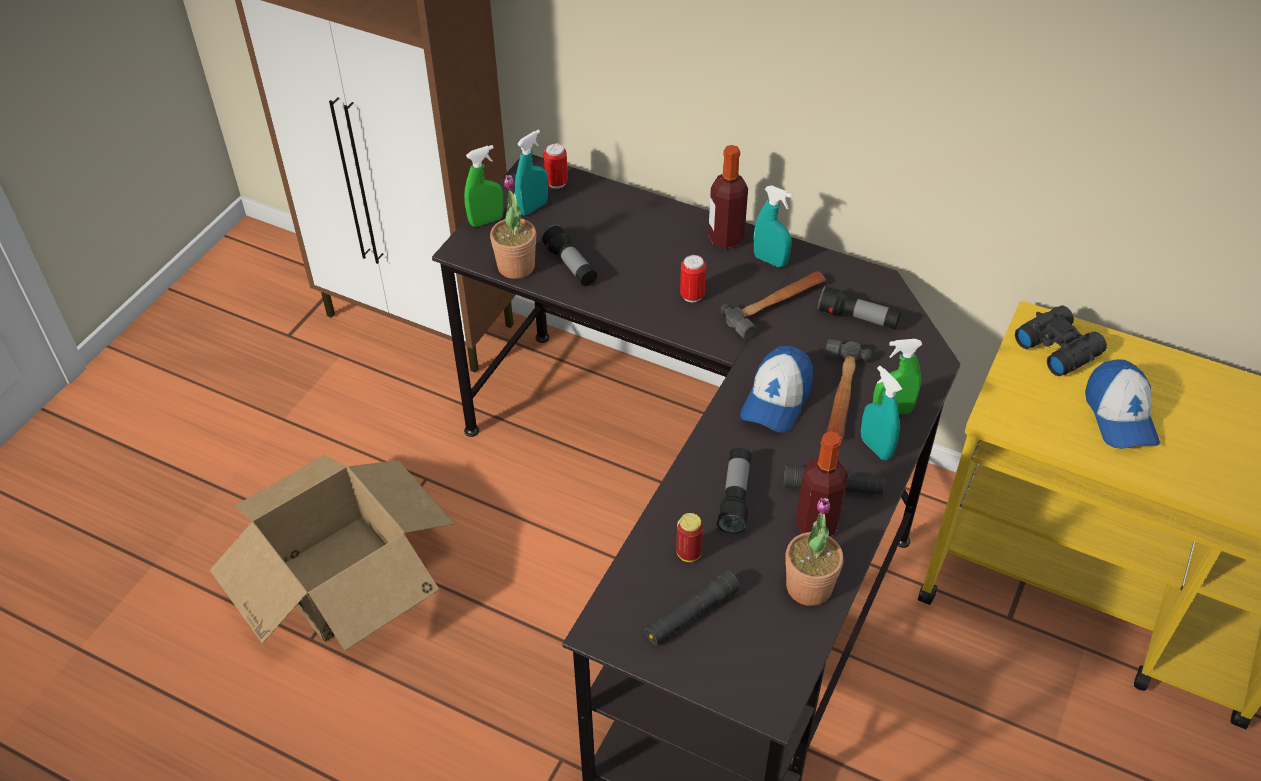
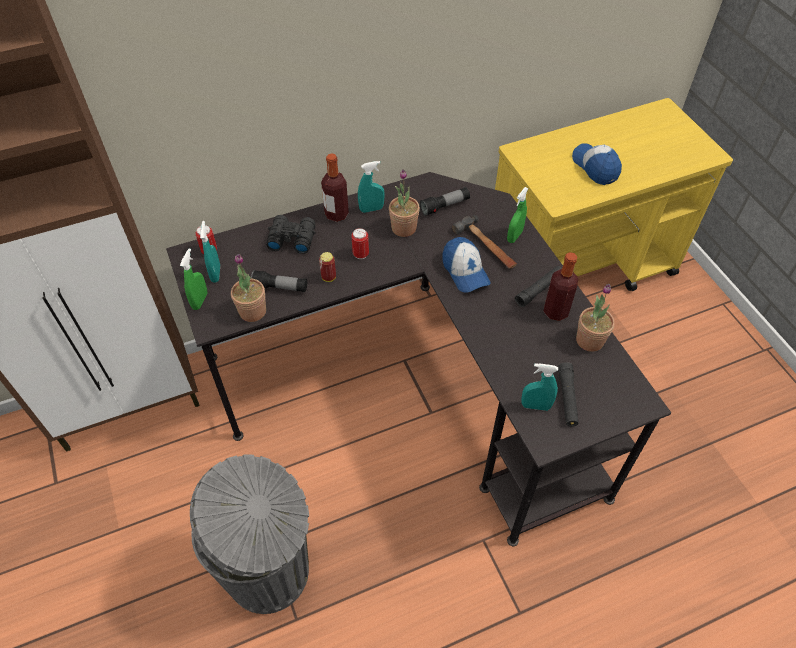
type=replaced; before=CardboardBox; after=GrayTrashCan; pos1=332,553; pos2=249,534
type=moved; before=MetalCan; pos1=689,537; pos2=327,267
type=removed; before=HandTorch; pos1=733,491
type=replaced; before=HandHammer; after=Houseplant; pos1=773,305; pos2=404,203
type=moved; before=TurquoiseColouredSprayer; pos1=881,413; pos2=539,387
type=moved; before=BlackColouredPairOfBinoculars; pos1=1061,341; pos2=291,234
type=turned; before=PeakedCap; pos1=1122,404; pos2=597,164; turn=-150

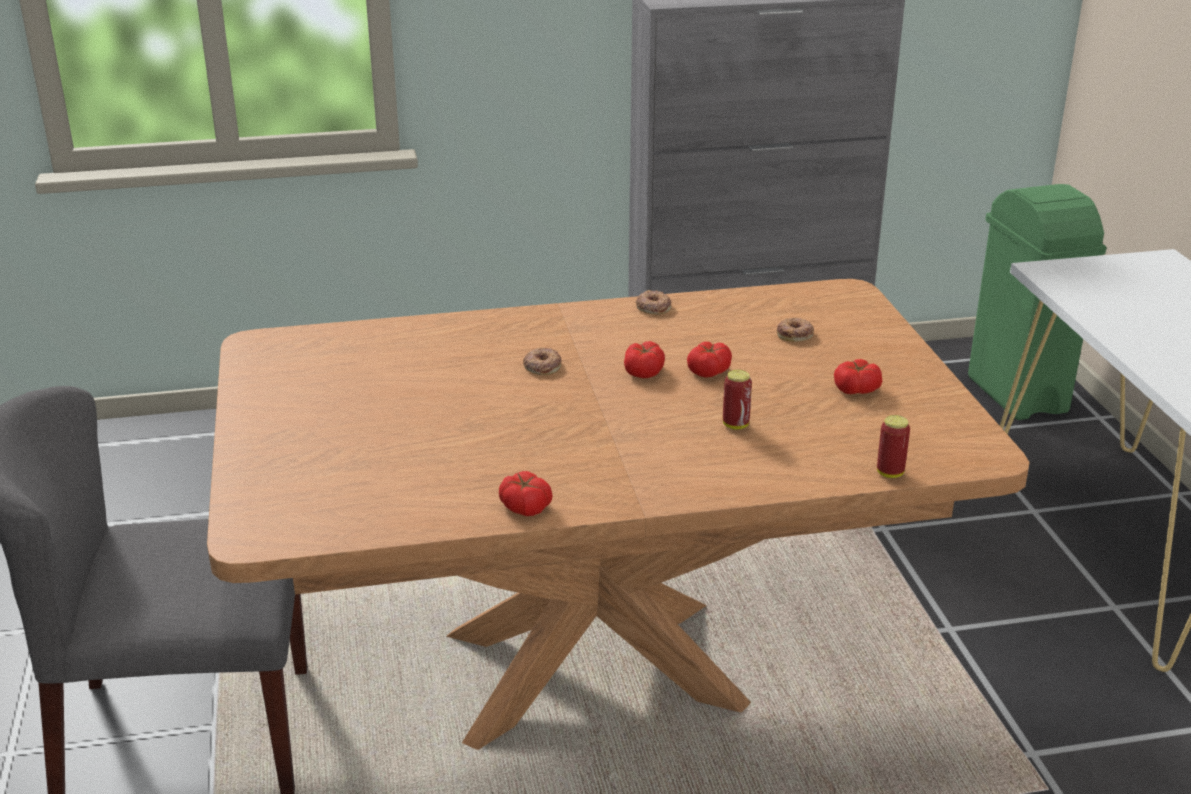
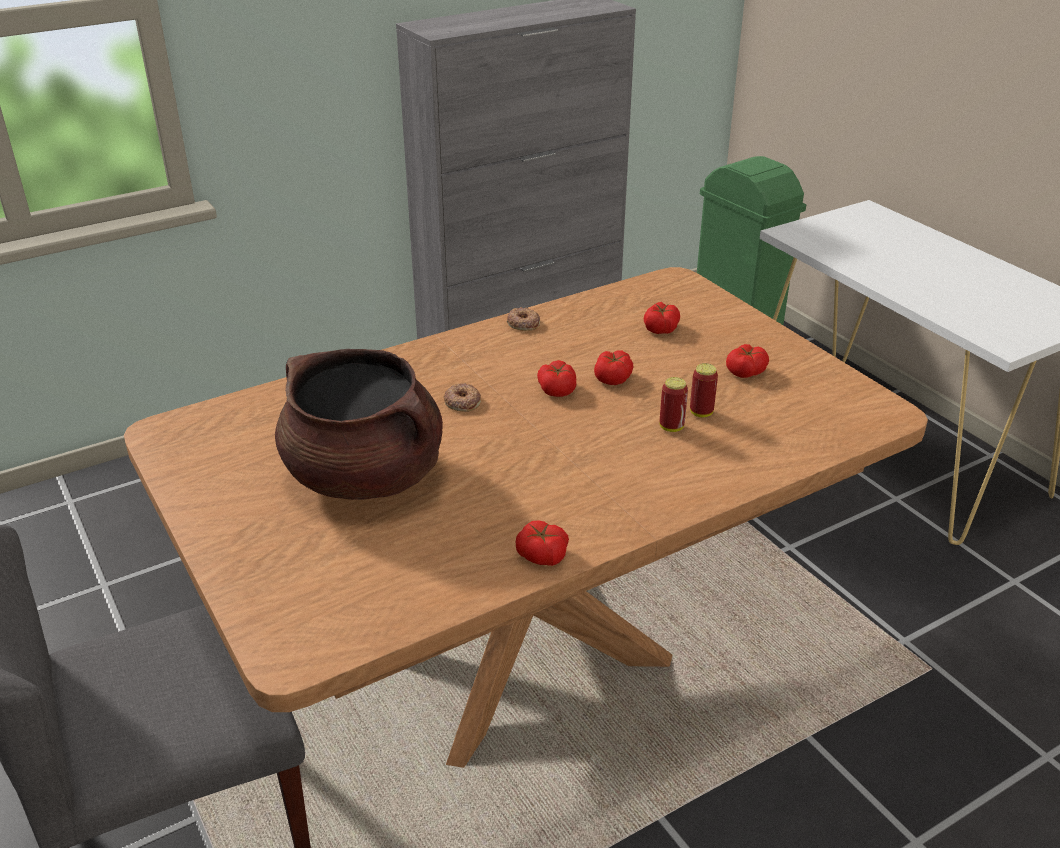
type=replaced; before=Doughnut; after=FreshTomato; pos1=795,330; pos2=662,318
type=moved; before=MetalCan; pos1=893,446; pos2=704,390
type=added; after=BrownishSaucepot; pos2=359,424

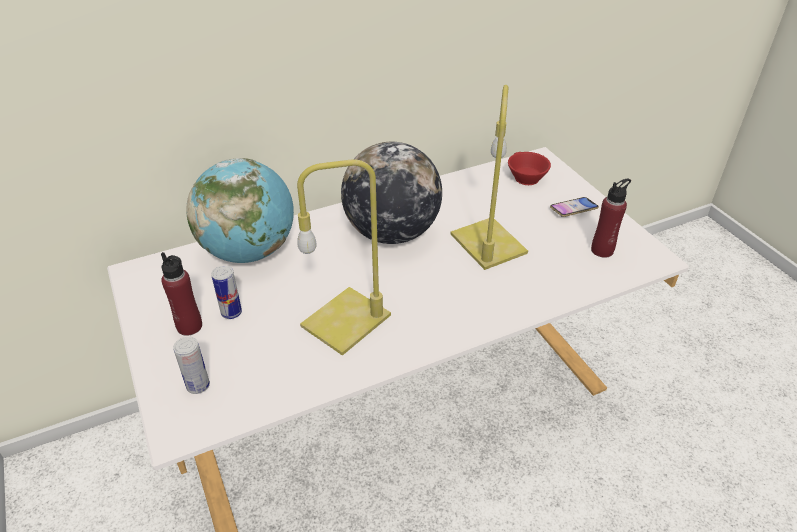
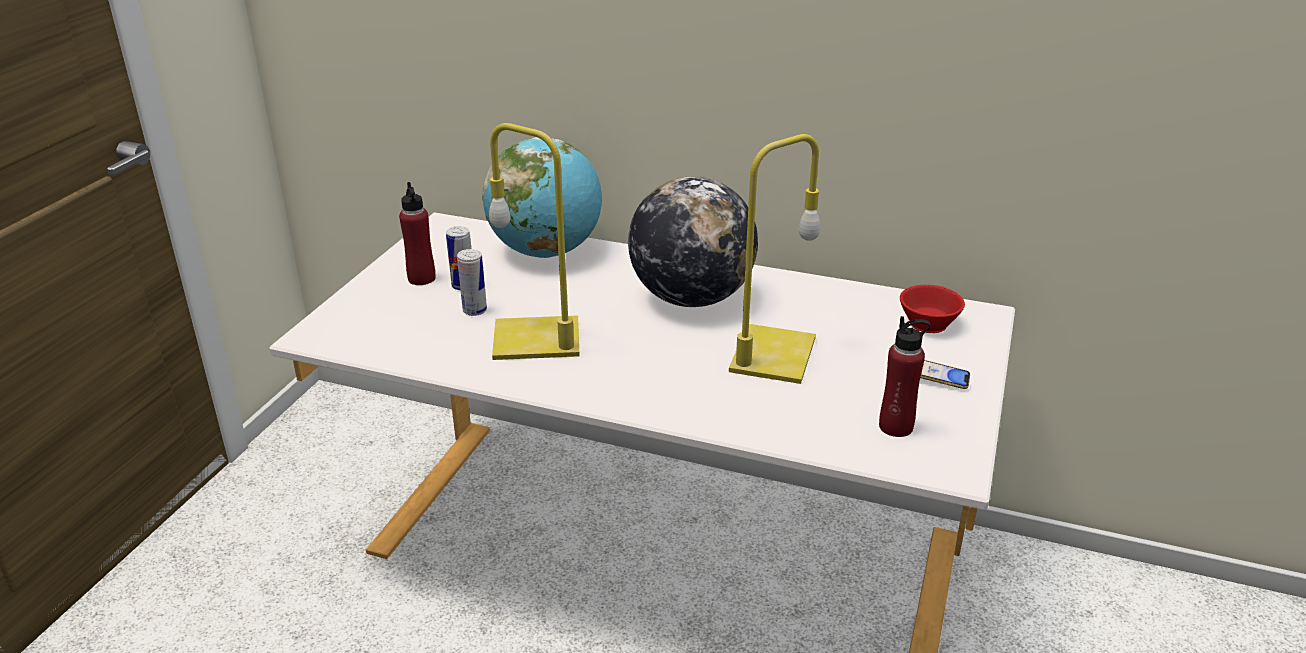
type=moved; before=MetalCan; pos1=191,365; pos2=472,282

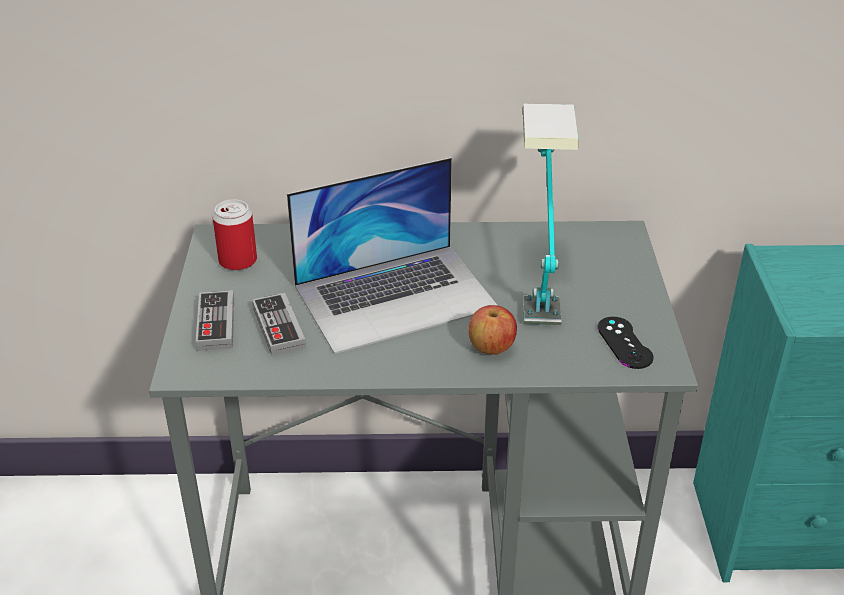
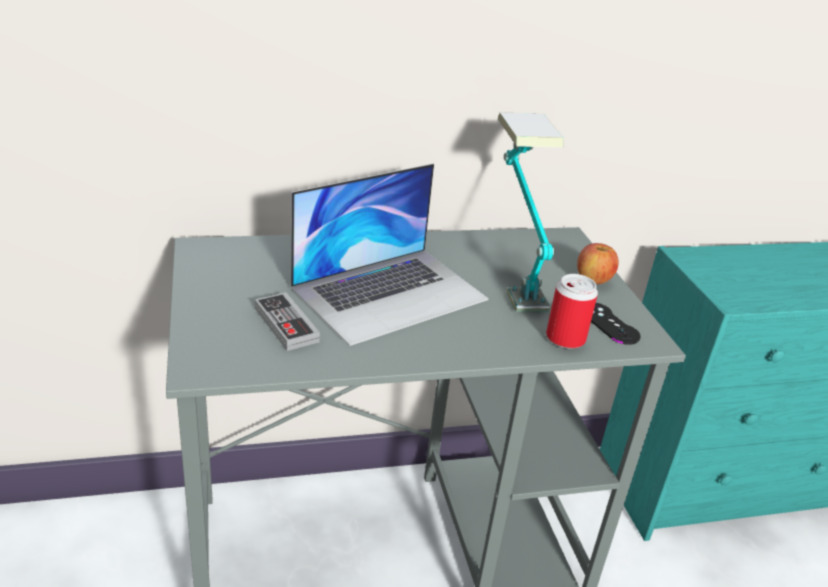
type=removed; before=GameController; pos1=215,320
type=moved; before=MetalCan; pos1=234,235; pos2=572,311
type=moved; before=Apple; pos1=492,329; pos2=598,263

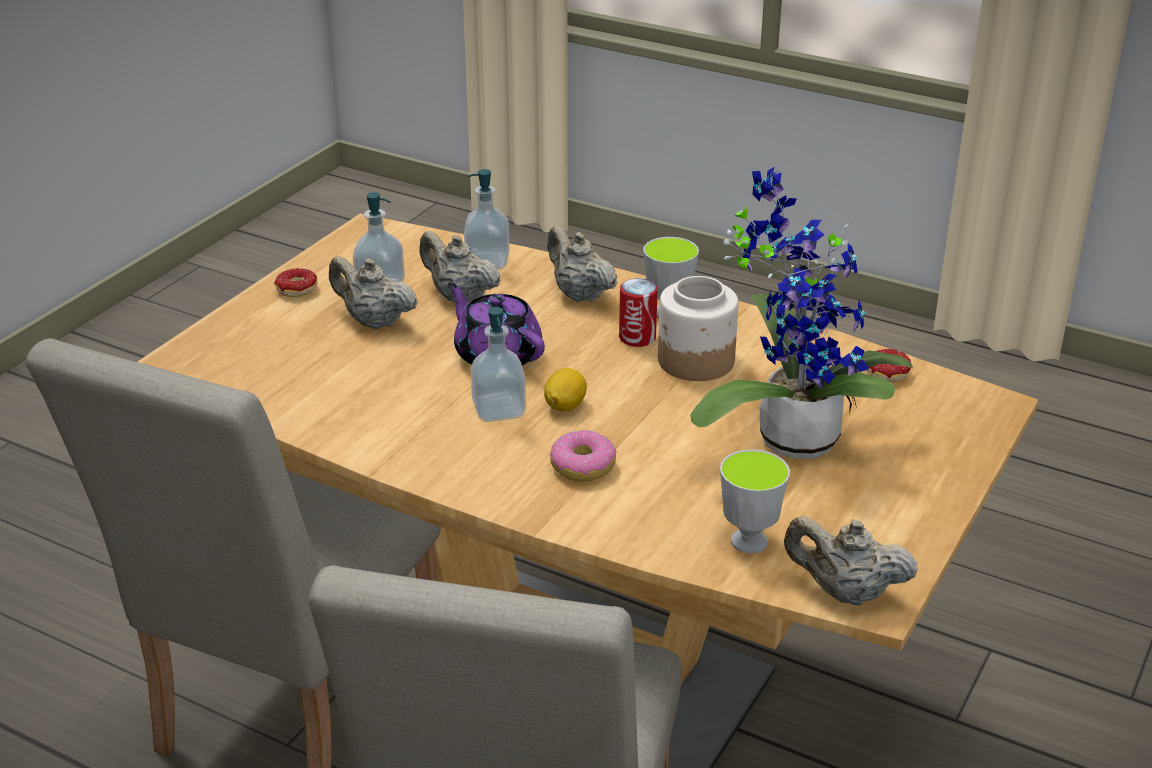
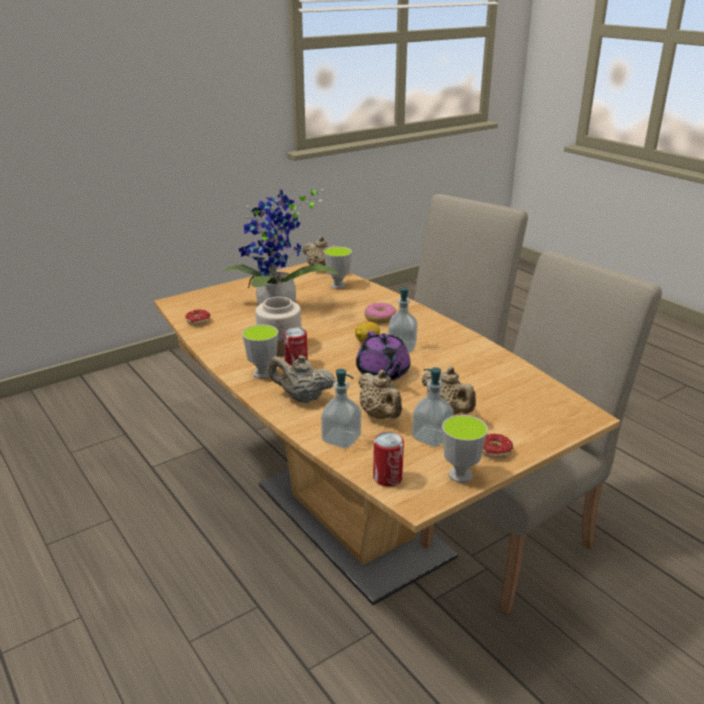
type=turned; before=BeigeColouredTeapot; pos1=582,264; pos2=302,379; turn=120
type=added; after=MetalCan; pos2=388,459
type=added; after=DrinkingCup; pos2=465,449

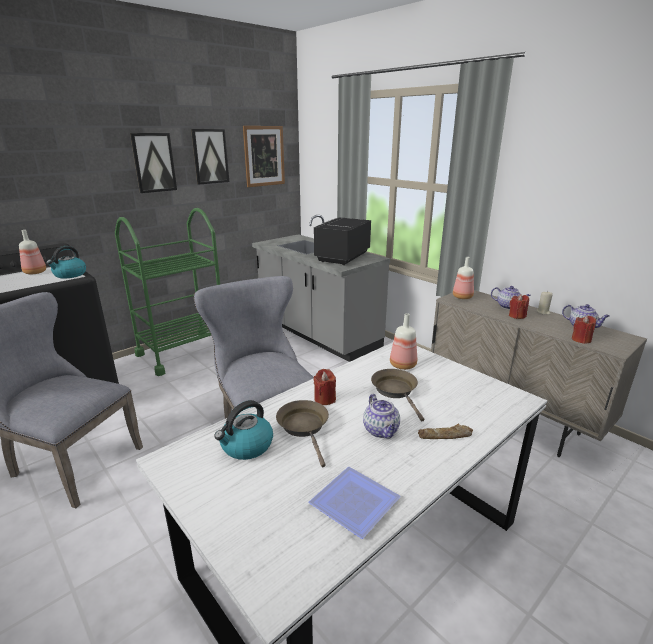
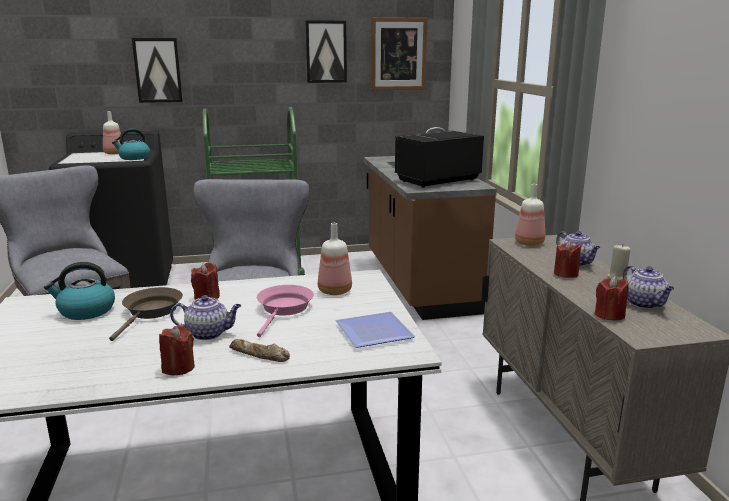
type=moved; before=Picture; pos1=153,163; pos2=157,70
type=recoloured; before=GrayKitchenCounter; after=BrownishKitchenCounter; pos1=321,288; pos2=430,223
type=moved; before=DinnerPlate; pos1=354,503; pos2=375,330
type=turned; before=Teapot; pos1=381,416; pos2=205,317; turn=-105
type=recoloured; before=BrownishFryingPan; after=PinkColouredFryingPan; pos1=397,395; pos2=285,311
type=added; after=RedColouredWaxLight; pos2=177,350

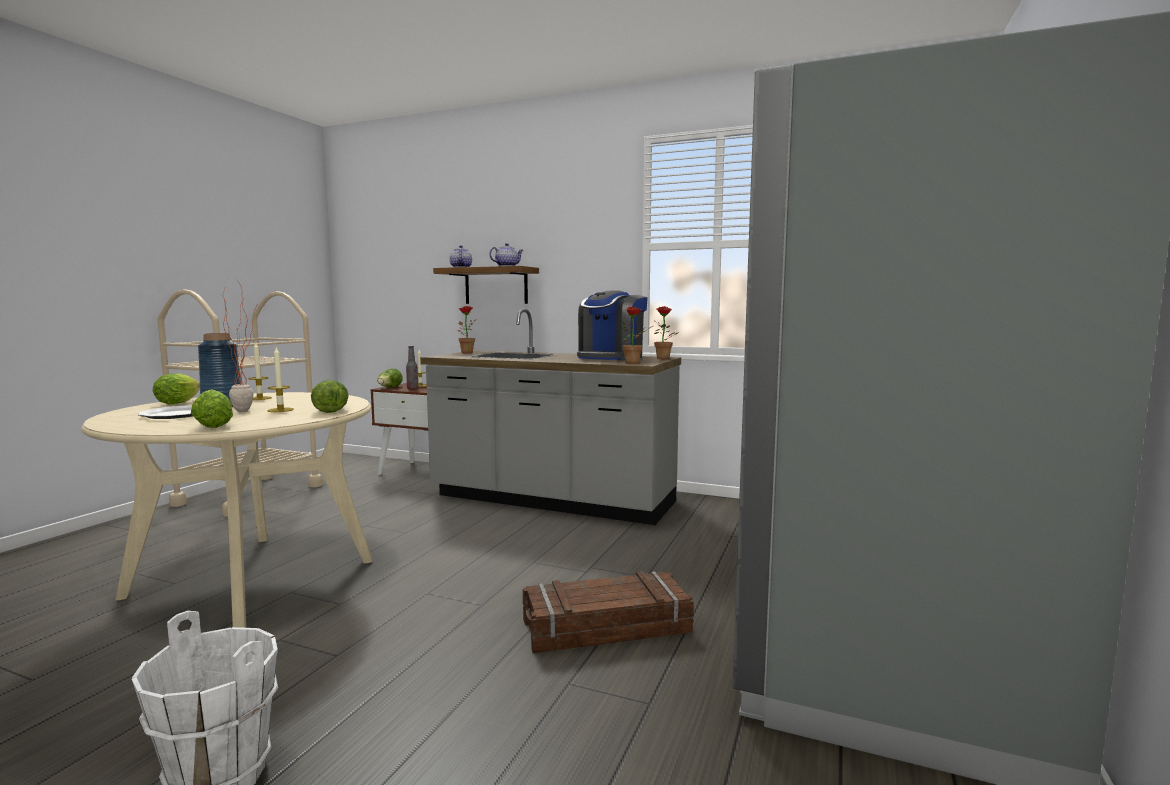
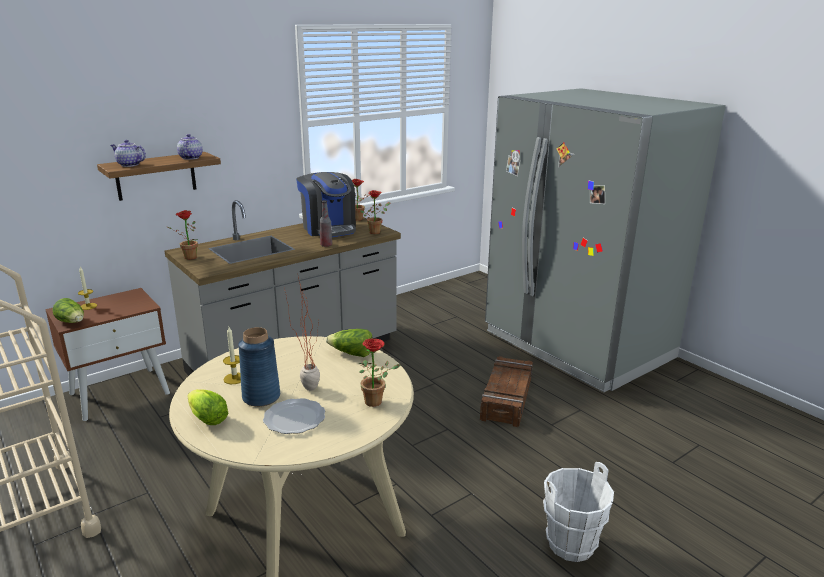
type=replaced; before=Lettuce; after=Houseplant; pos1=212,408; pos2=380,373
type=removed; before=WaxLight; pos1=280,379
type=moved; before=DrinkBottle; pos1=412,368; pos2=325,223

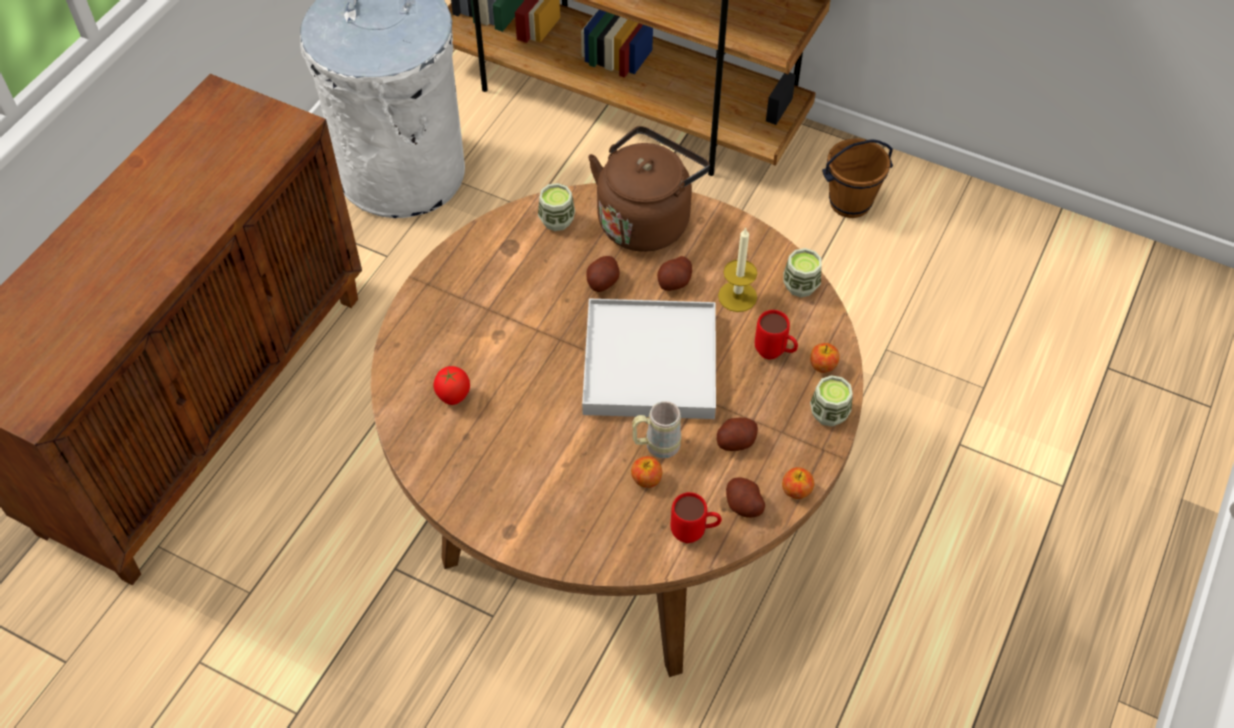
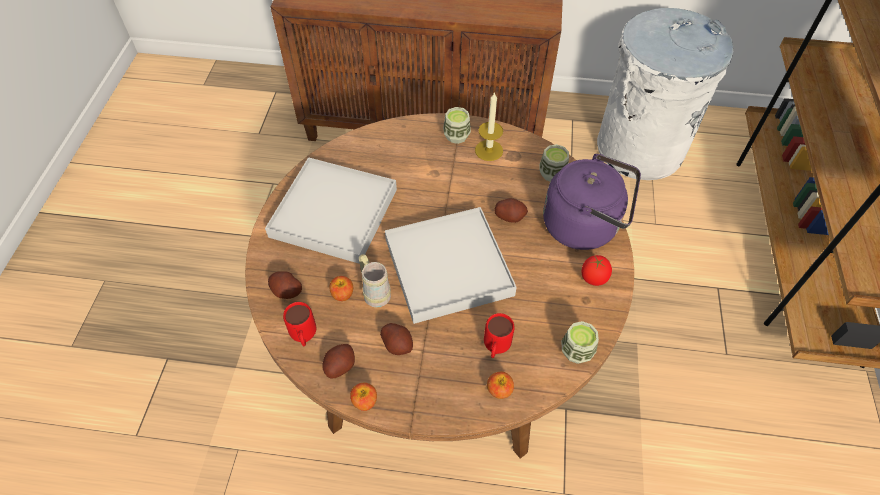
type=moved; before=FreshTomato; pos1=452,385; pos2=597,270
type=recoloured; before=BrownishTeaKettle; after=PurpleColouredTeaKettle; pos1=649,189; pos2=592,202
type=moved; before=WholePotato; pos1=674,273; pos2=285,285
type=moved; before=WaxLight; pos1=737,269; pos2=489,126
type=moved; before=DrinkingCup; pos1=831,401; pos2=457,125
type=removed; before=BrownishPail; pos1=857,178
type=added; after=WhiteCarryingTray; pos2=331,210

